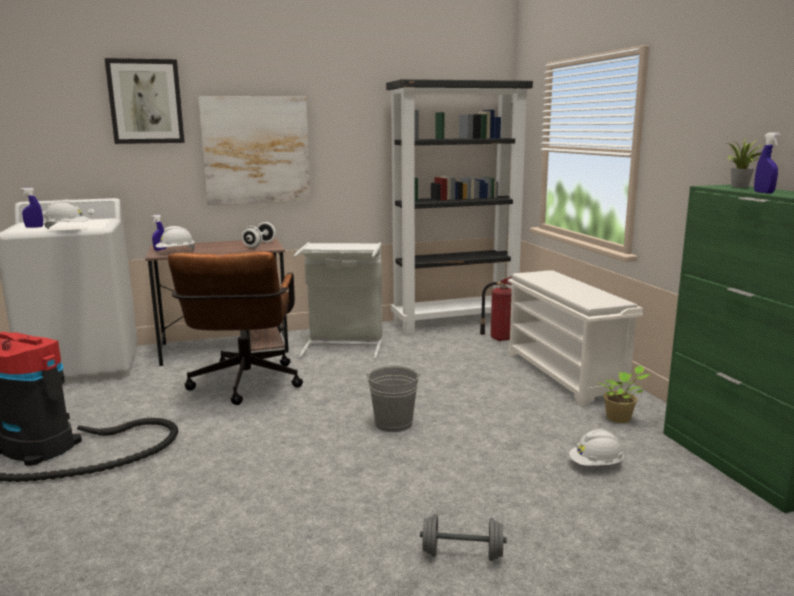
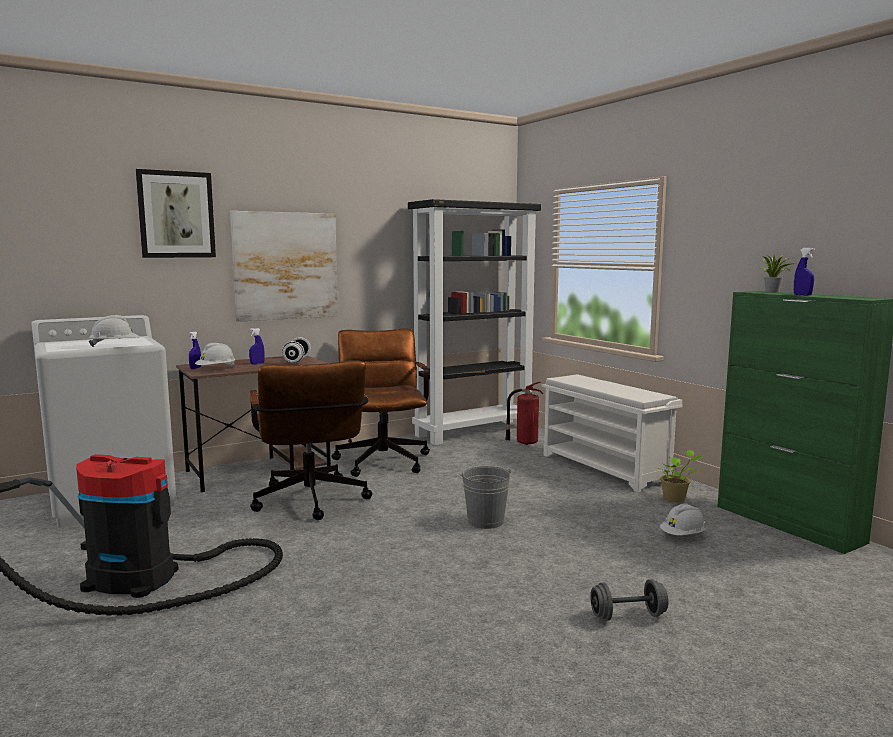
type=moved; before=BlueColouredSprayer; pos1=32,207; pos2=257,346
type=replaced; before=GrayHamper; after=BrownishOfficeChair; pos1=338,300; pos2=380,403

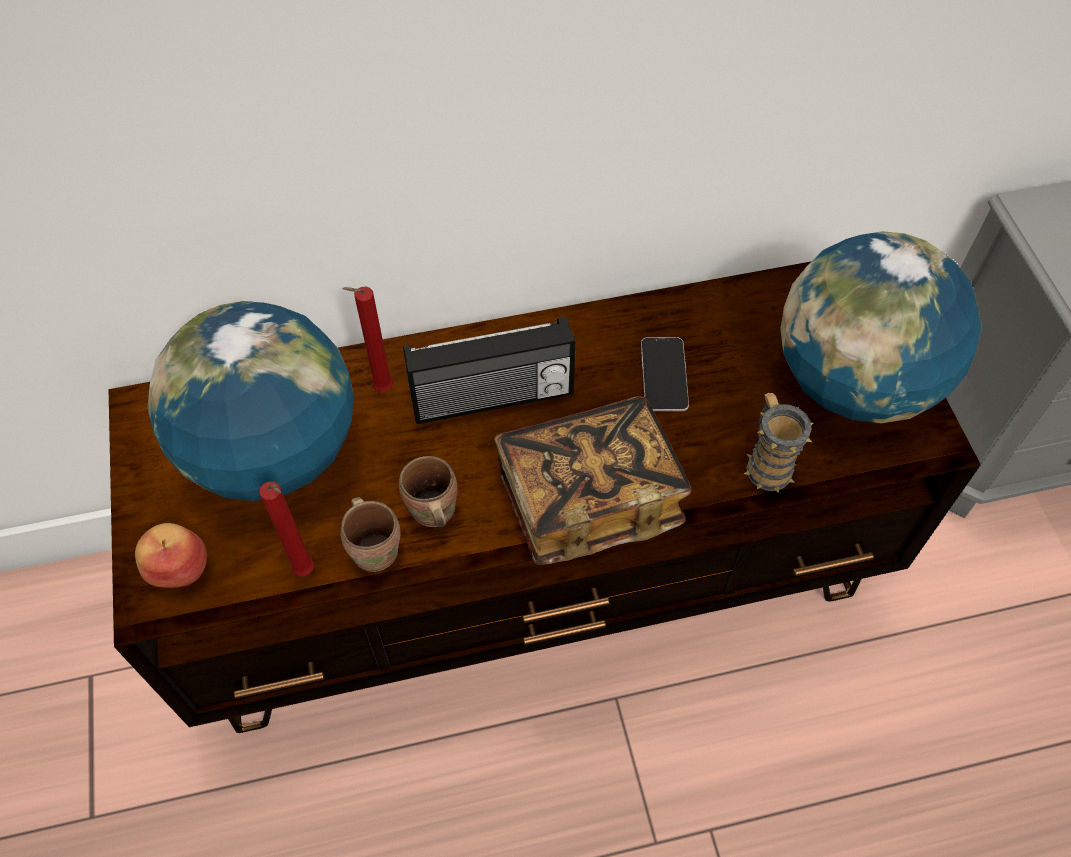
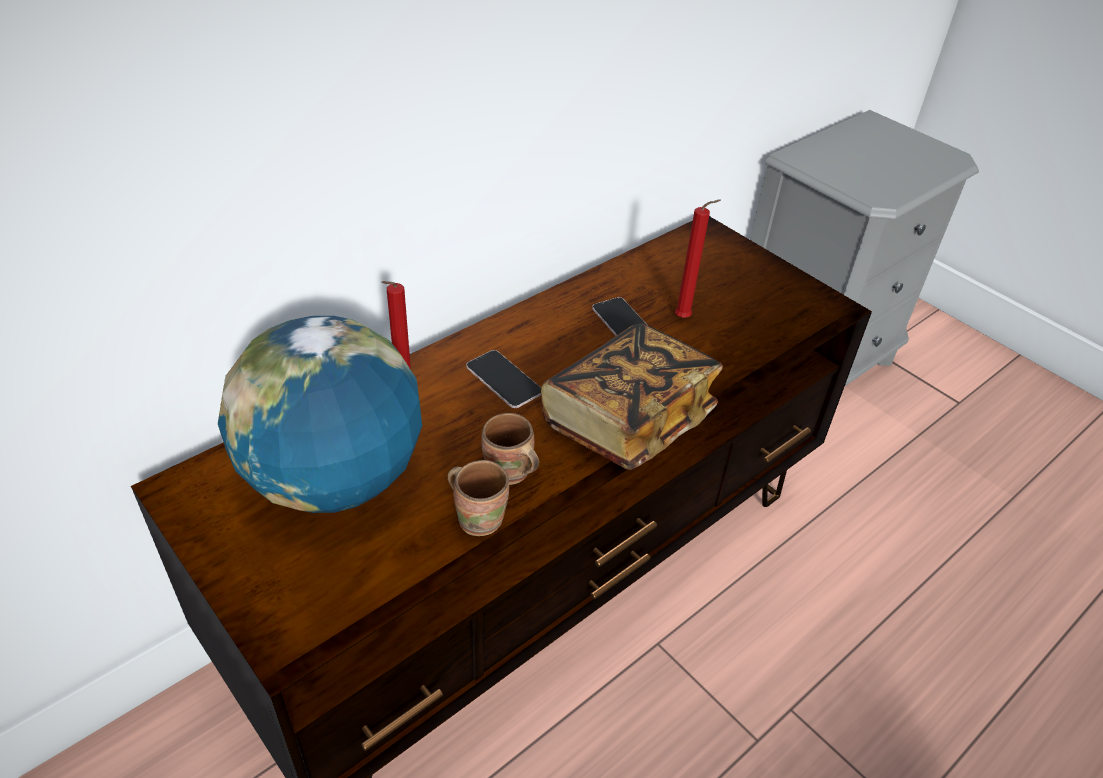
type=removed; before=Apple; pos1=171,555
type=moved; before=RedColouredWaxLight; pos1=286,529; pos2=698,258
type=replaced; before=RadioSet; after=Phone; pos1=489,370; pos2=503,379
type=removed; before=CoffeeMug; pos1=779,443
type=removed; before=DeskGlobe; pos1=880,327

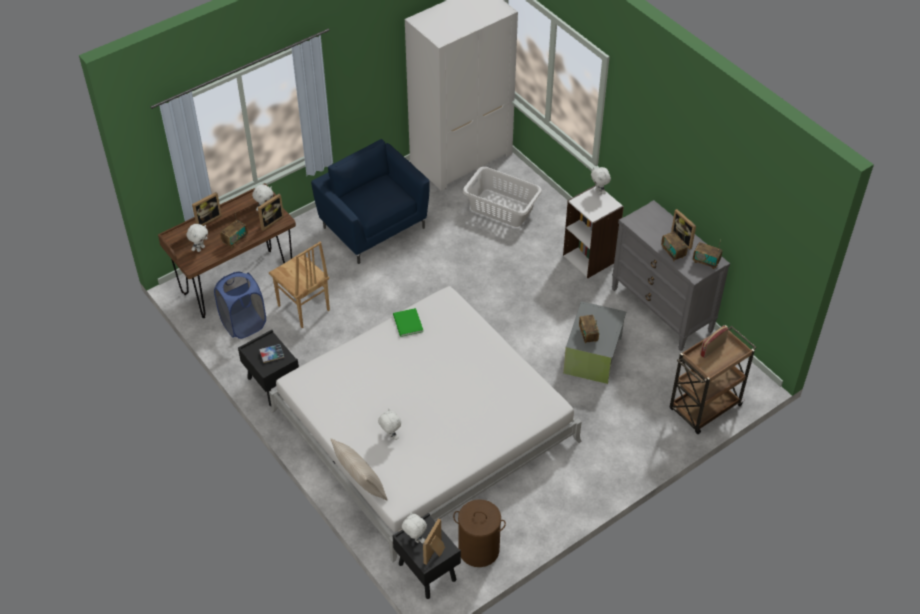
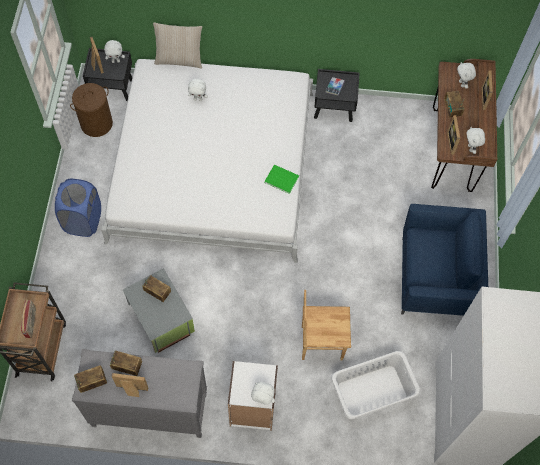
type=moved; before=BlueColouredHamper; pos1=240,305; pos2=78,208
type=moved; before=BrownishPlainChair; pos1=299,285; pos2=326,325

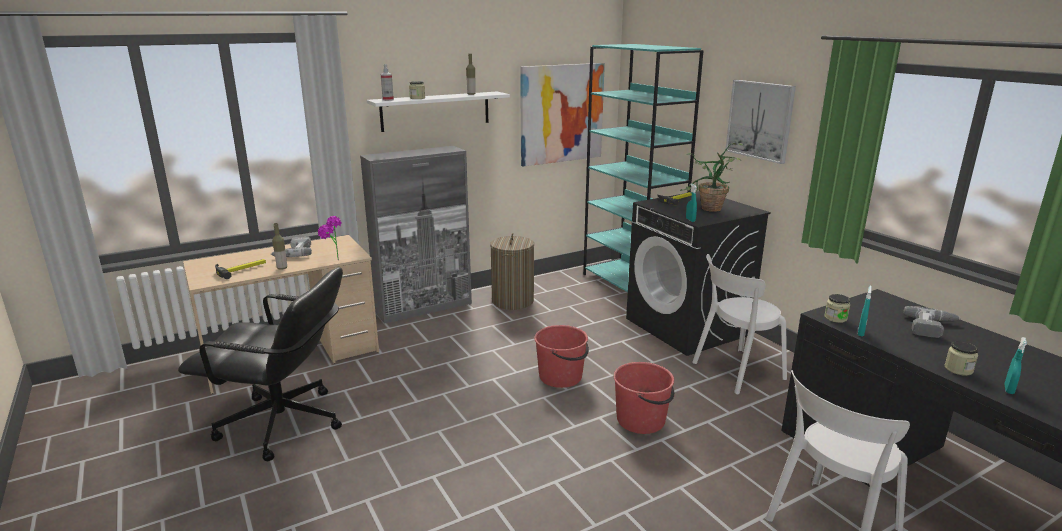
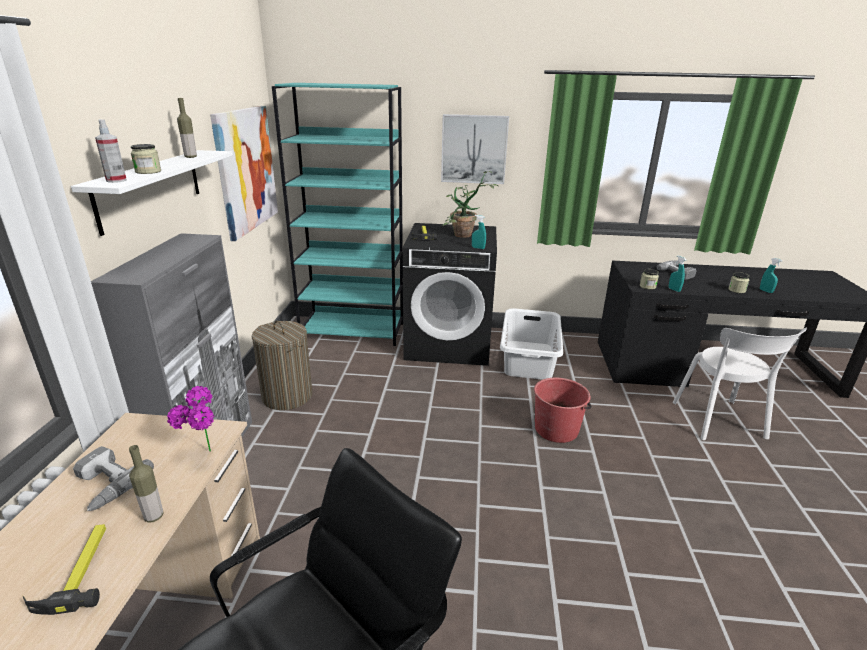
type=removed; before=RedColouredPail; pos1=561,356
type=replaced; before=WhitePlainChair; after=WhiteHamper; pos1=739,324; pos2=531,344

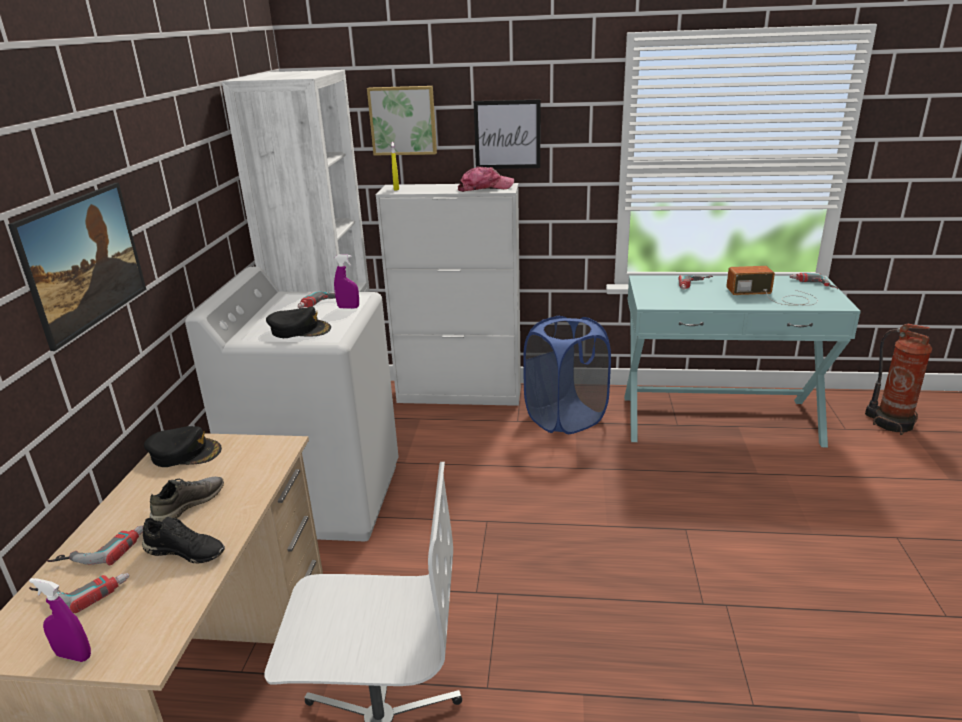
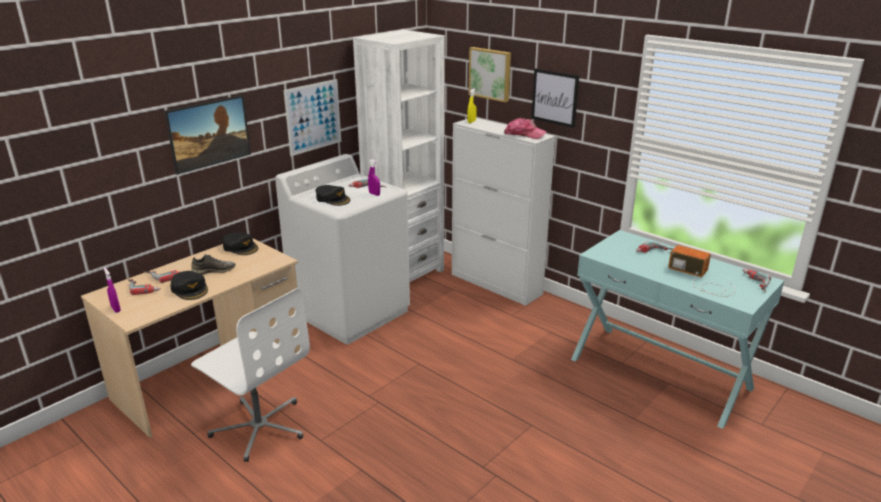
type=replaced; before=BlackColouredItemOfFootwear; after=BlackColouredPeakedCap; pos1=183,540; pos2=189,285
type=removed; before=BlueColouredHamper; pos1=567,375
type=removed; before=FireExtinguisher; pos1=898,379
type=added; after=Picture; pos2=312,117

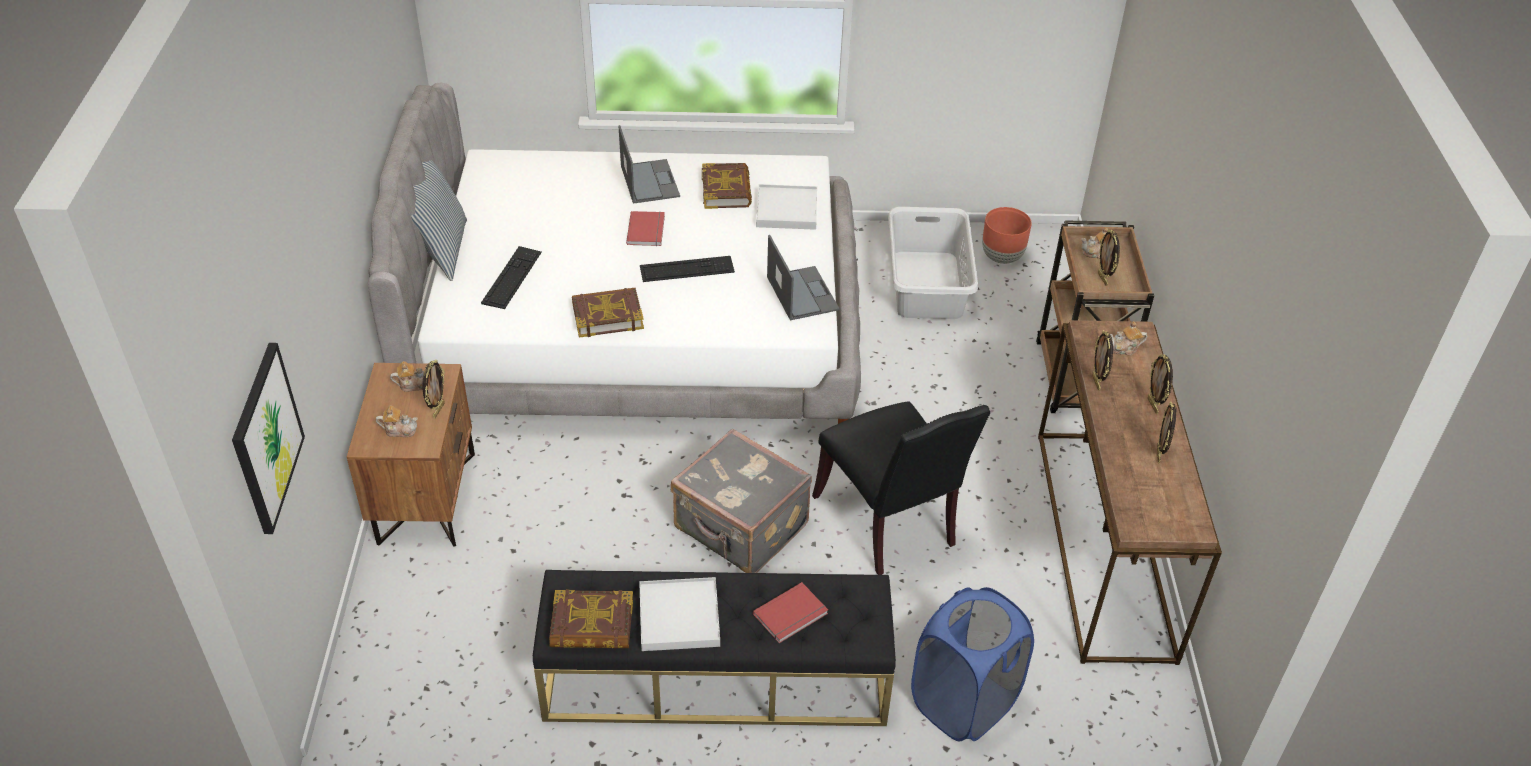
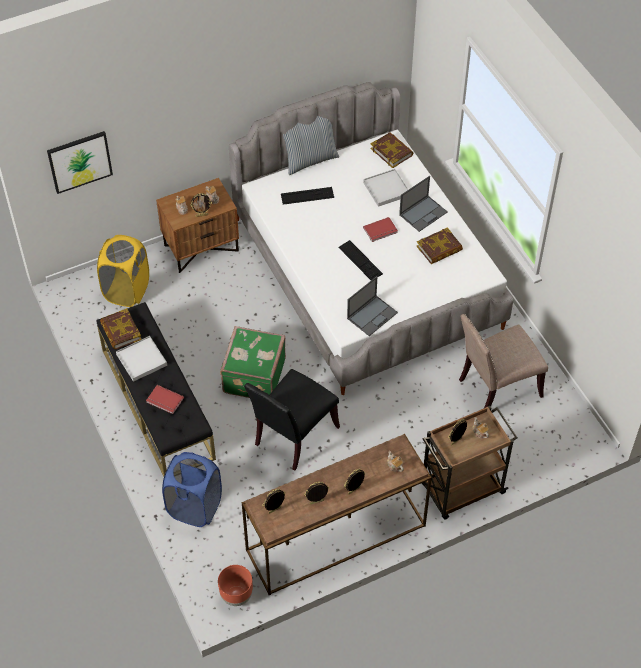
type=moved; before=BoundBook; pos1=608,313; pos2=391,150
type=recoloured; before=GrayTravelCase; after=GreenColouredTravelCase; pos1=741,500; pos2=253,362
type=moved; before=WhiteCarryingTray; pos1=786,207; pos2=385,188
type=replaced; before=GrayHamper; after=BeigeColouredPlainChair; pos1=933,262; pos2=503,361
type=moved; before=BrownishPlanter; pos1=1007,235; pos2=235,585
type=moved; before=StandingFrame; pos1=1102,360; pos2=274,501
type=added; after=YellowHamper; pos2=123,271

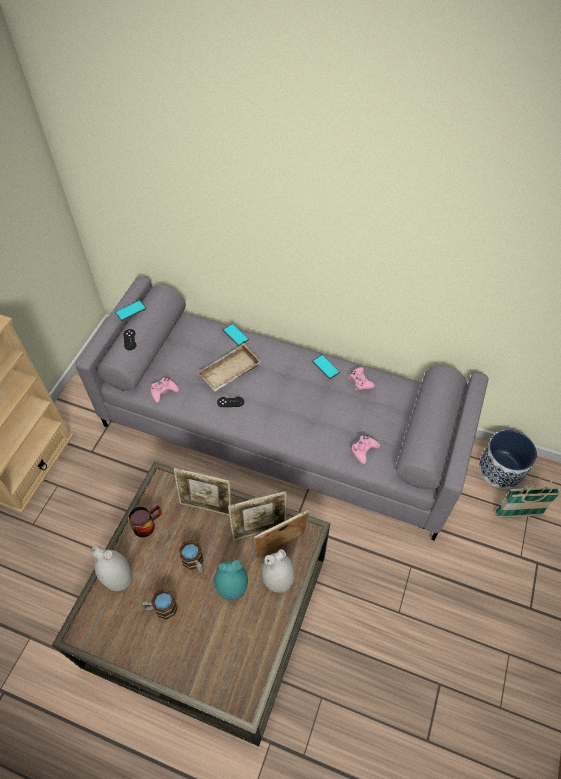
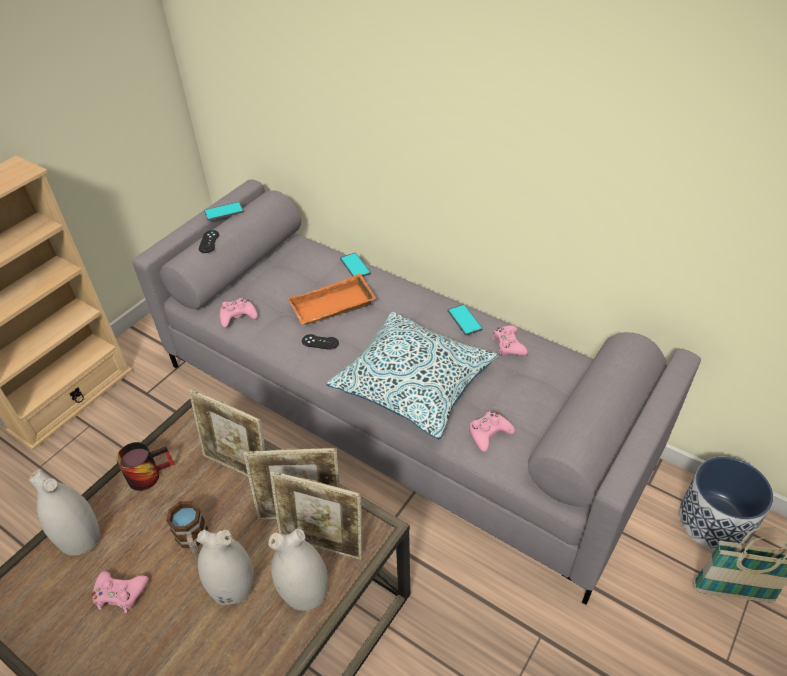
type=replaced; before=CoffeeMug; after=PinkColouredGameController; pos1=159,604; pos2=120,592
type=recoloured; before=BeigeColouredCarryingTray; after=OrangeColouredCarryingTray; pos1=230,367; pos2=332,299
type=recoloured; before=TurquoiseColouredDecorativeVase; after=WhiteDecorativeVase; pos1=231,580; pos2=225,567
type=turned; before=StandingFrame; pos1=281,534; pos2=316,515; turn=-150
type=added; after=Pillow; pos2=413,375

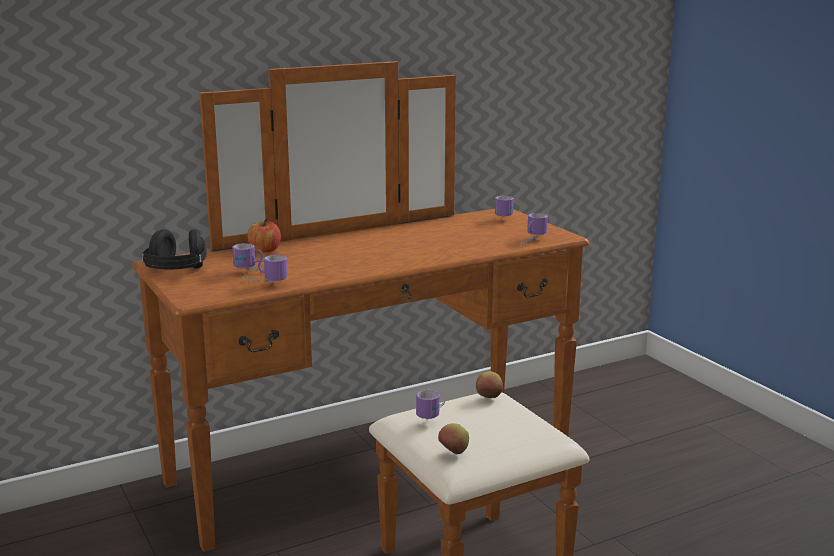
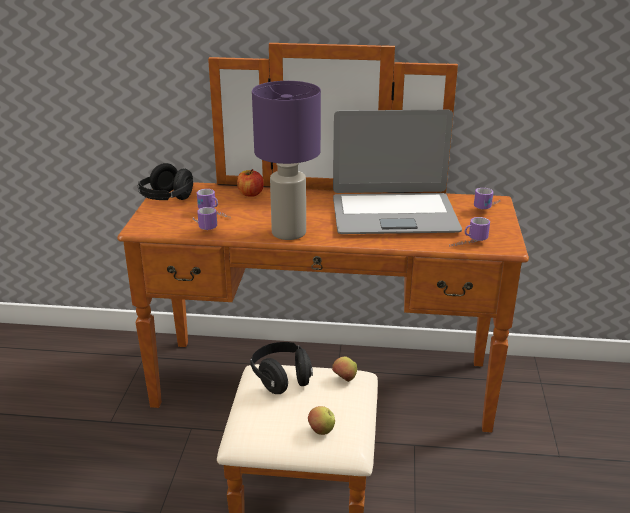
type=replaced; before=CoffeeMug; after=BlackColouredHeadphones; pos1=430,404; pos2=281,368
type=moved; before=Apple; pos1=453,439; pos2=321,420
type=added; after=PurpleColouredTableLamp; pos2=286,160
type=added; after=Laptop; pos2=397,172

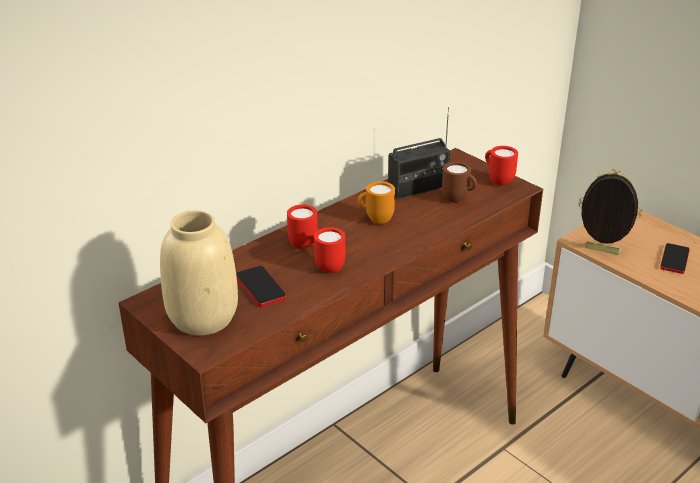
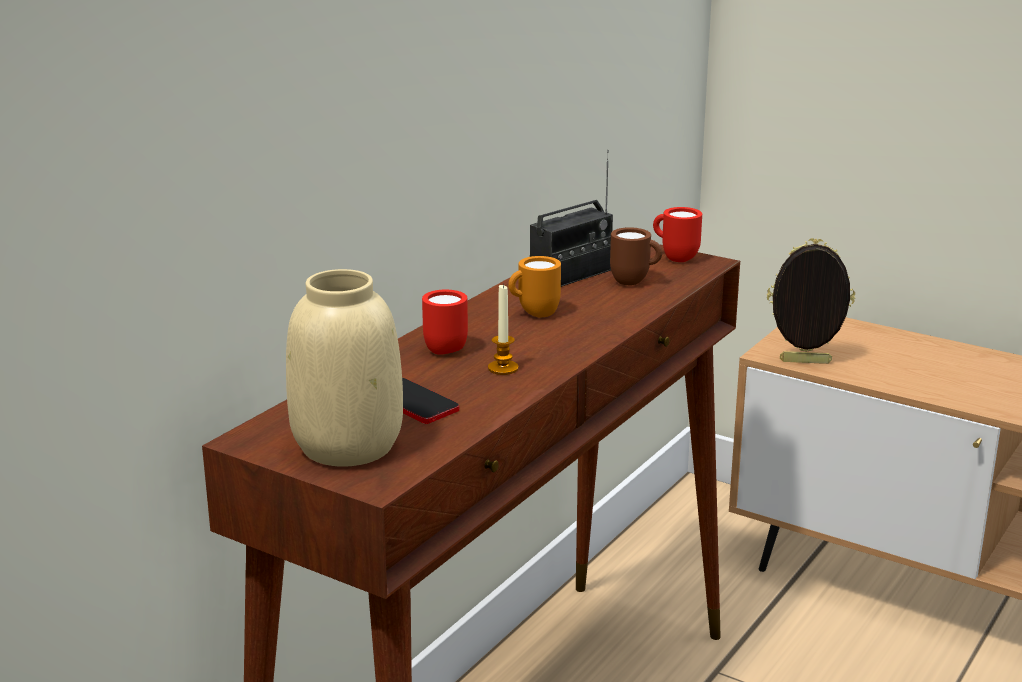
type=replaced; before=RedColouredCoffeeMug; after=WaxLight; pos1=329,250; pos2=503,330
type=removed; before=Phone; pos1=675,258

